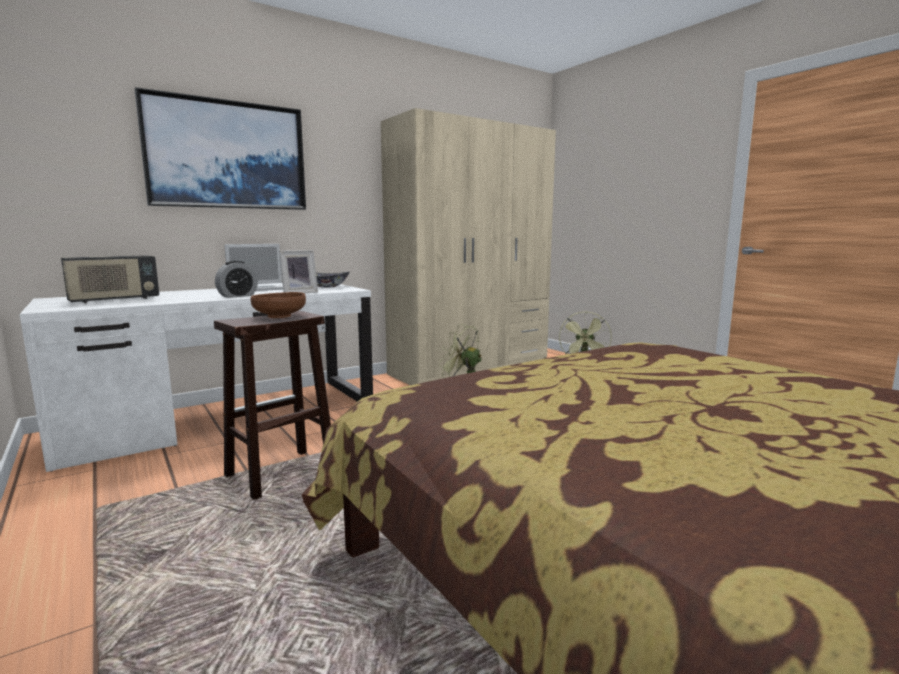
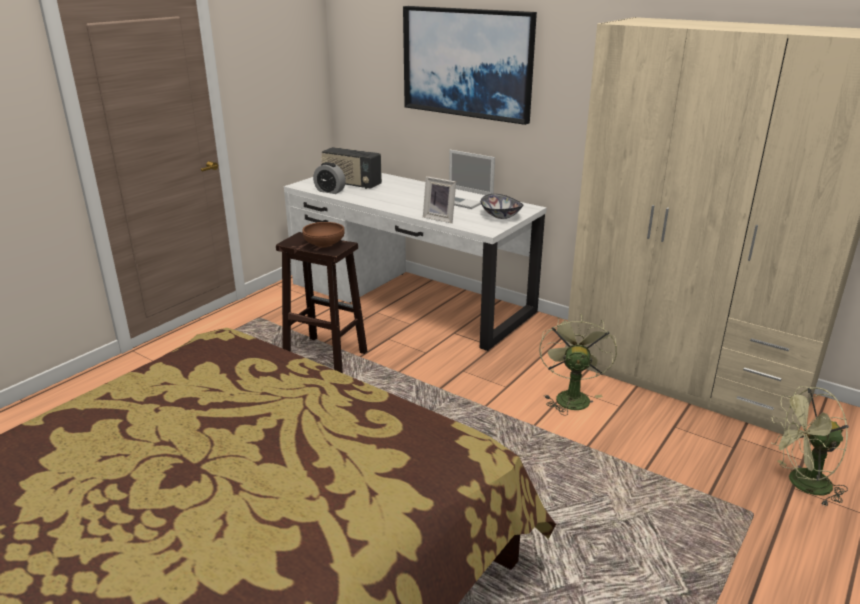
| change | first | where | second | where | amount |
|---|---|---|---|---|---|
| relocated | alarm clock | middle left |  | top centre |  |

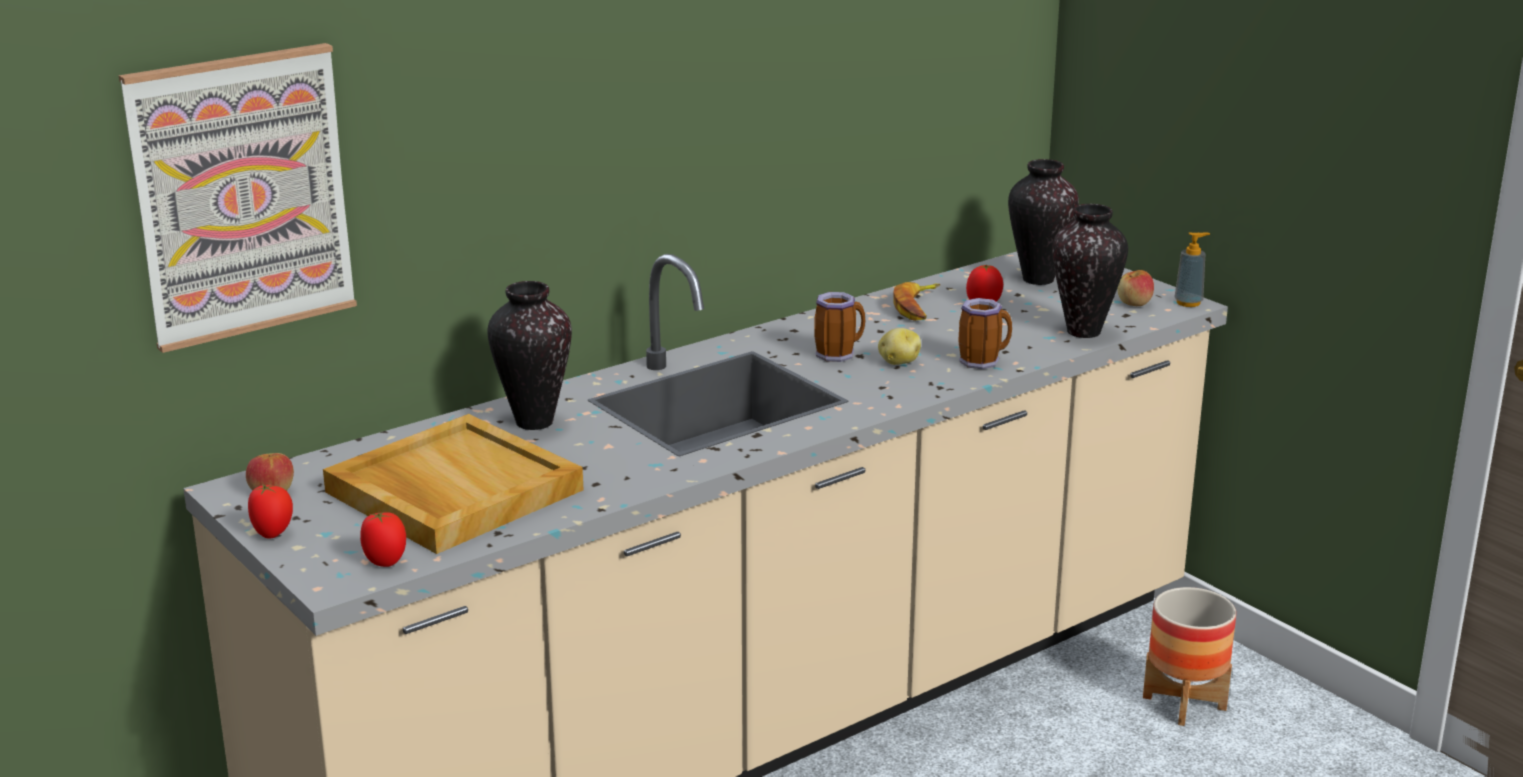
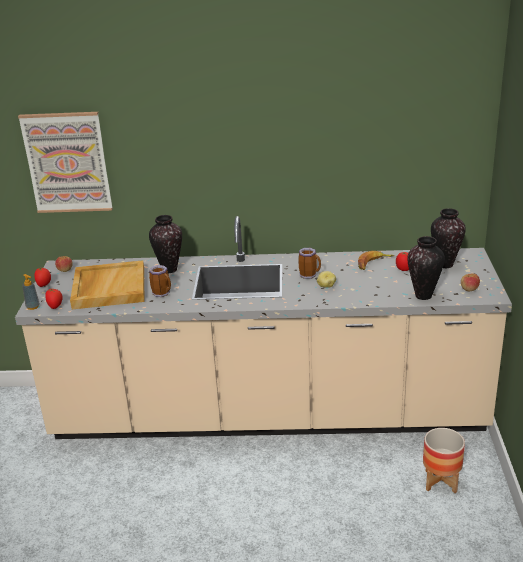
| change | first | where | second | where | amount |
|---|---|---|---|---|---|
| relocated | mug (no. 2 from left in the first image) | centre | mug (no. 1 from left) | middle left |  |
| relocated | soap dispenser | middle right |  | middle left |  |

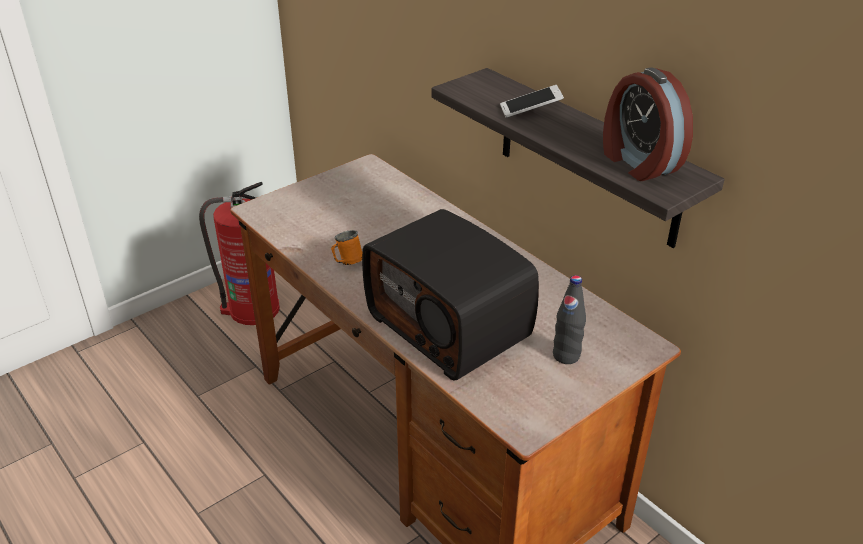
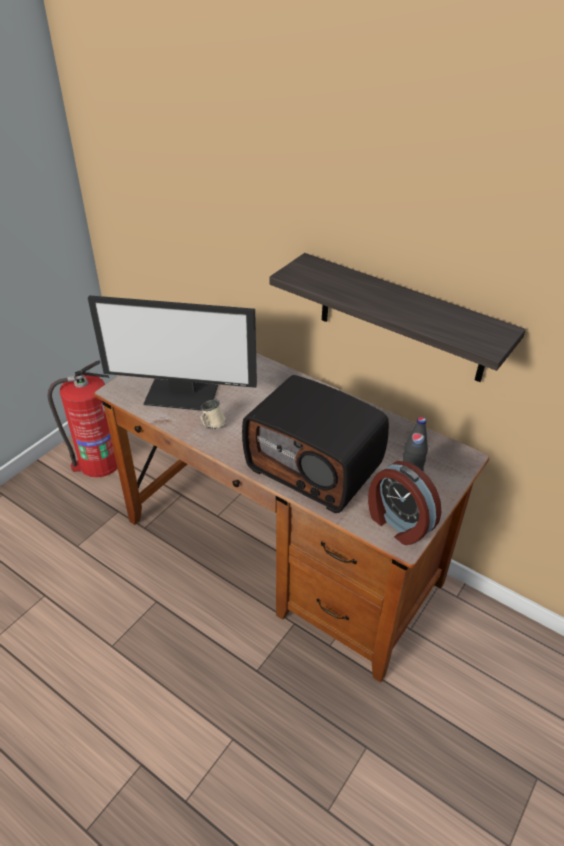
| change | first | where | second | where | amount |
|---|---|---|---|---|---|
| colour | orange mug | centre | beige mug | centre |  |
| missing | phone | top centre |  |  |  |
| relocated | alarm clock | top right |  | middle right |  |
| appeared |  |  | monitor | middle left |  |

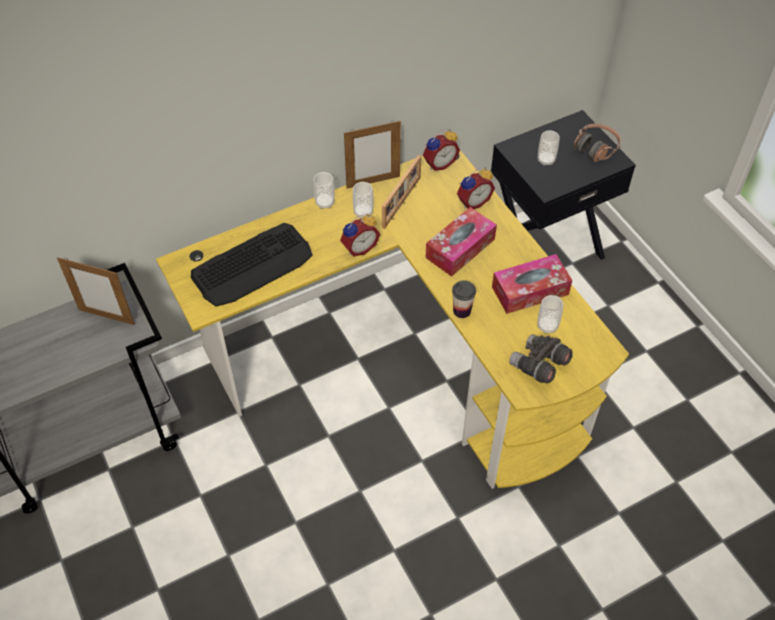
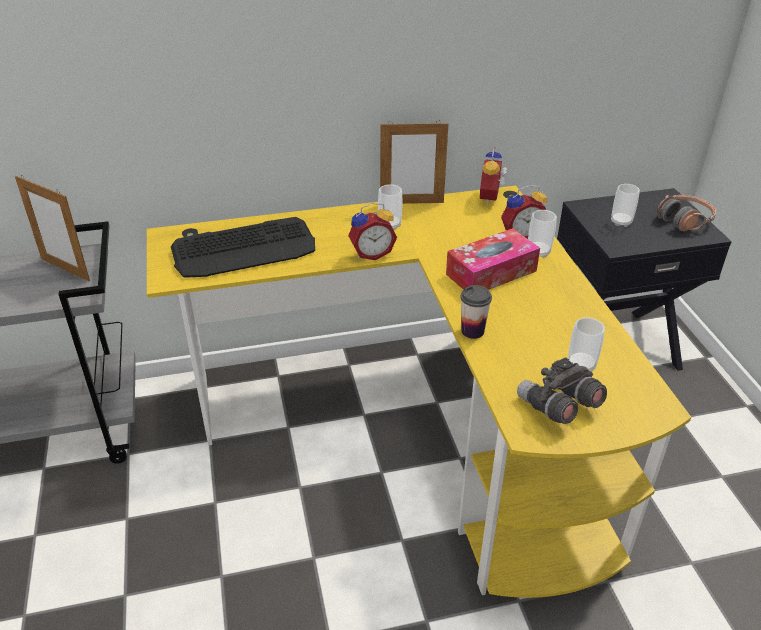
| change | first | where | second | where | amount |
|---|---|---|---|---|---|
| relocated | cup (no. 1 from left in the first image) | top centre | cup (no. 3 from left) | middle right |  |
| missing | picture frame (no. 3 from left) | top centre |  |  |  |
| spun | alarm clock (no. 2 from left) | top centre |  | top centre | 120 degrees clockwise |
| missing | tissue box (no. 2 from left) | middle right |  |  |  |

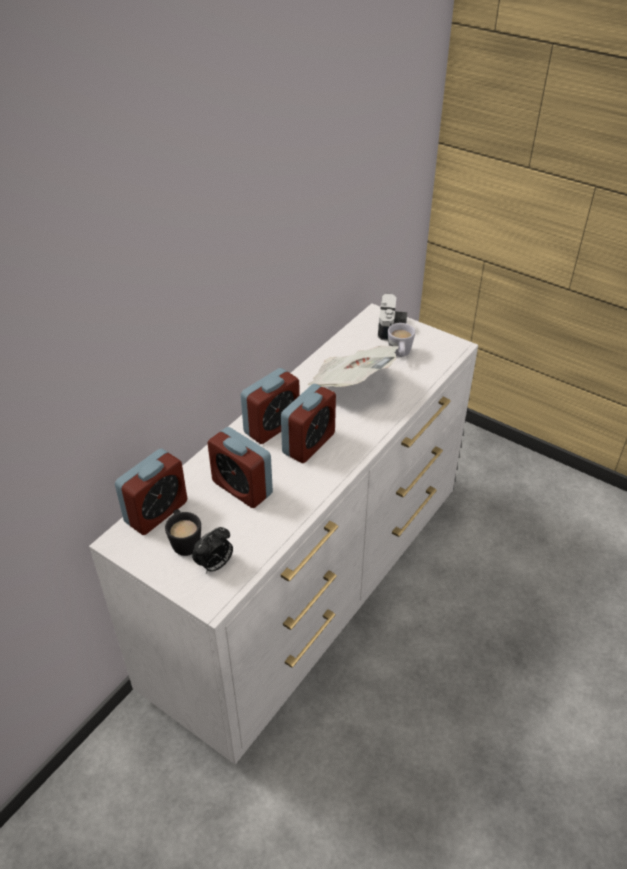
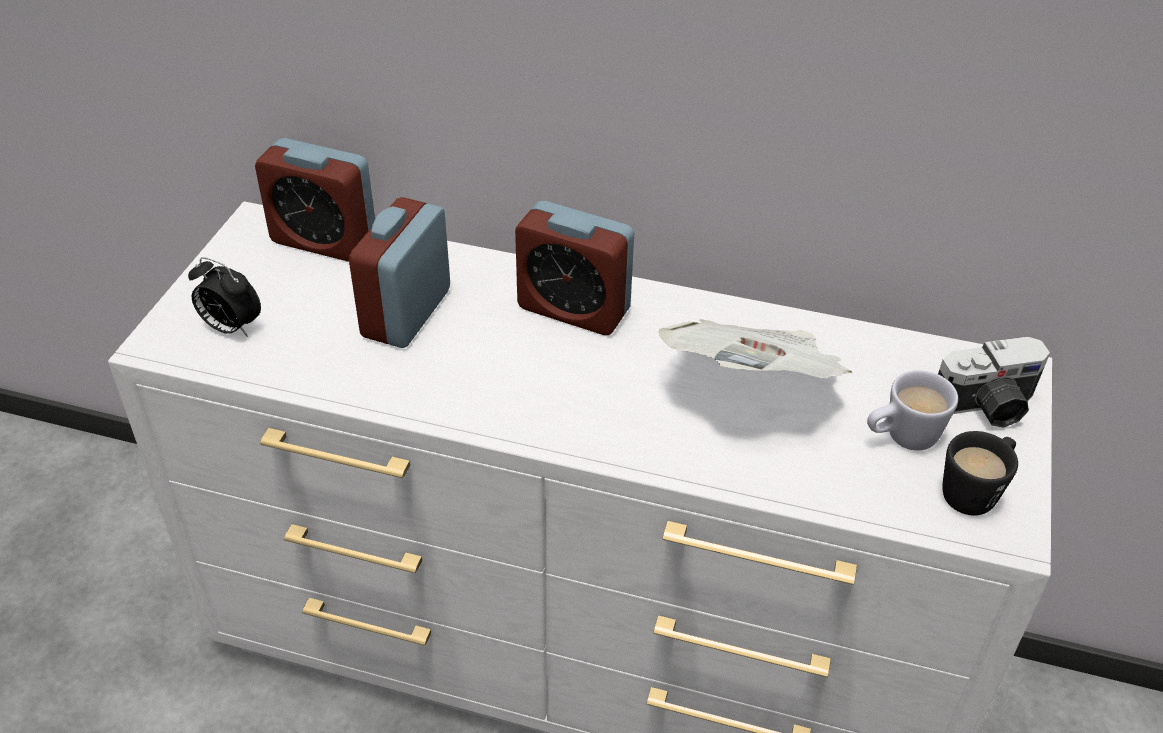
| change | first | where | second | where | amount |
|---|---|---|---|---|---|
| relocated | black mug | middle left |  | middle right |  |
| missing | alarm clock (no. 5 from left) | centre |  |  |  |

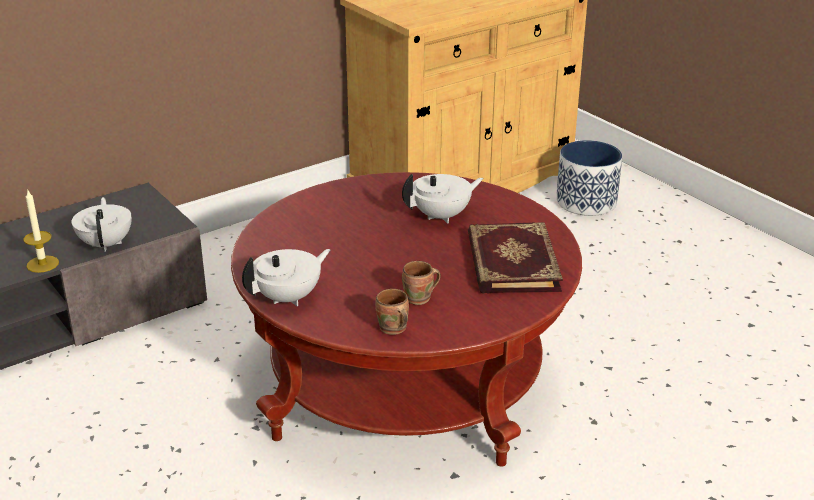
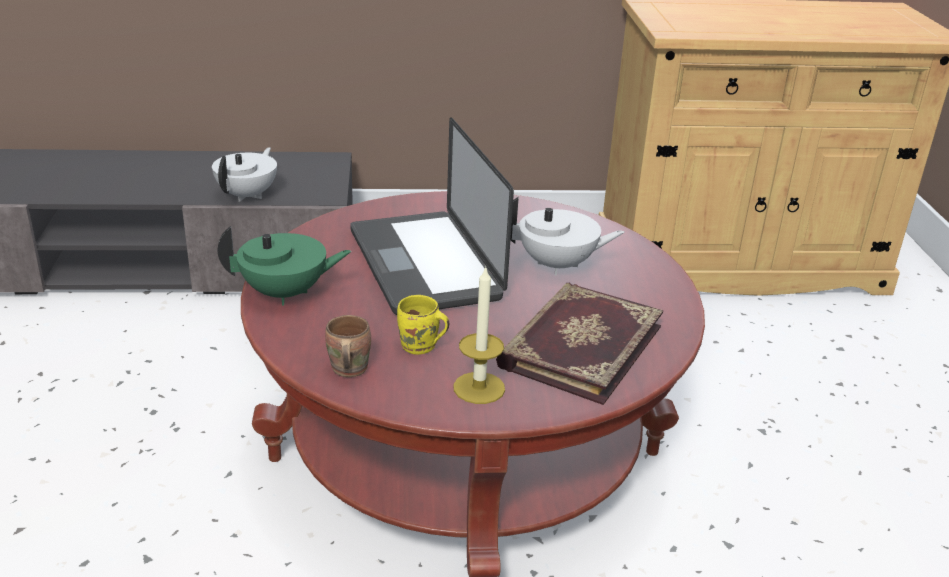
| change | first | where | second | where | amount |
|---|---|---|---|---|---|
| relocated | candle | middle left |  | centre |  |
| colour | white teapot (no. 2 from left) | centre | green teapot | middle left |  |
| colour | brown mug (no. 2 from left) | centre | yellow mug | centre |  |
| missing | planter | middle right |  |  |  |
| appeared |  |  | laptop | centre |  |

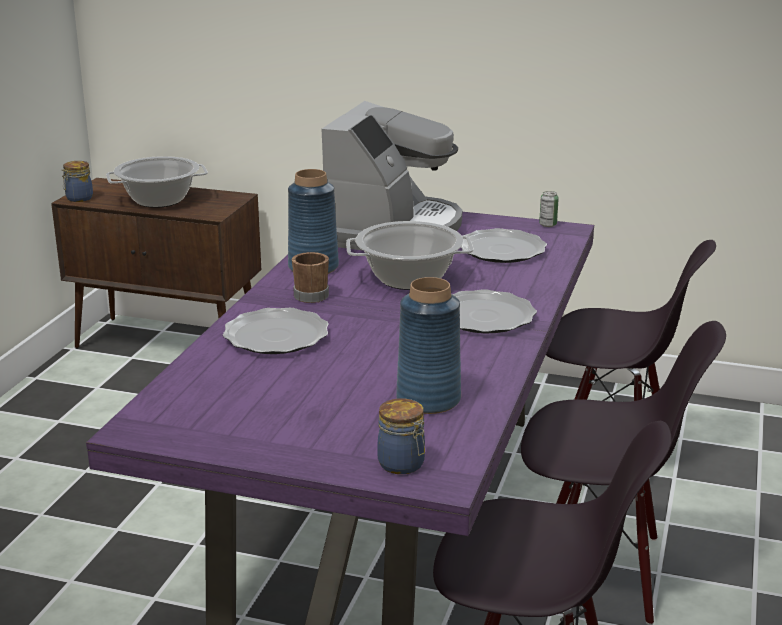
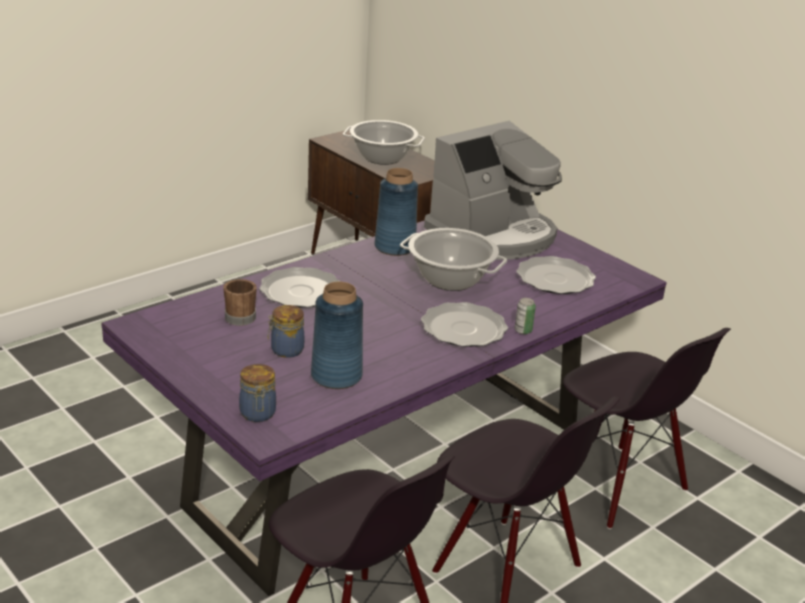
| change | first | where | second | where | amount |
|---|---|---|---|---|---|
| relocated | jar (no. 1 from left in the first image) | top left | jar (no. 2 from left) | centre |  |
| relocated | brown mug | centre |  | middle left |  |
| relocated | can | middle right |  | centre |  |

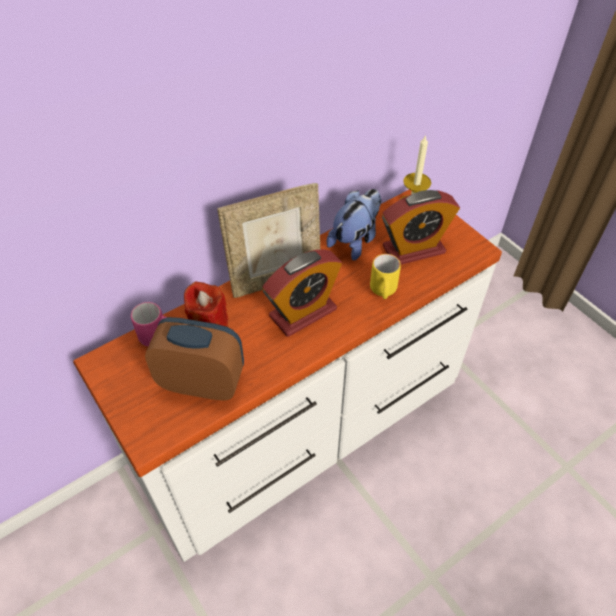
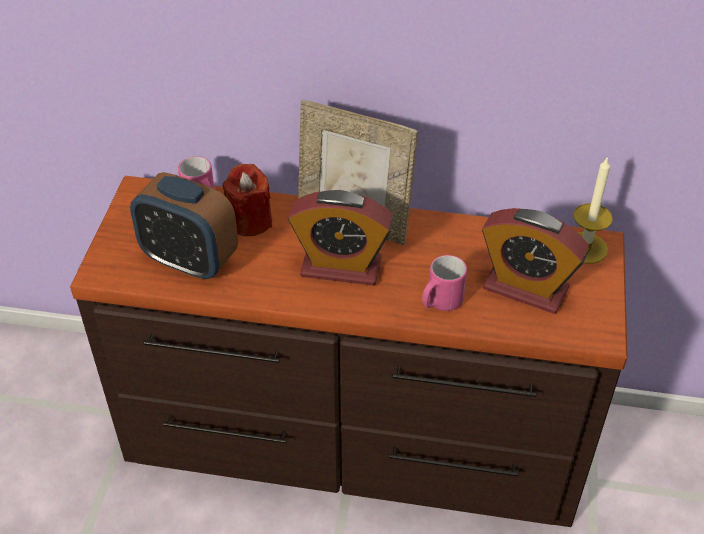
| change | first | where | second | where | amount |
|---|---|---|---|---|---|
| colour | white dresser | centre | brown dresser | centre |  |
| spun | alarm clock (no. 1 from left) | middle left |  | middle left | 150 degrees clockwise |
| missing | plush toy | centre |  |  |  |
| colour | yellow mug | centre | pink mug (no. 2 from left) | centre |  |

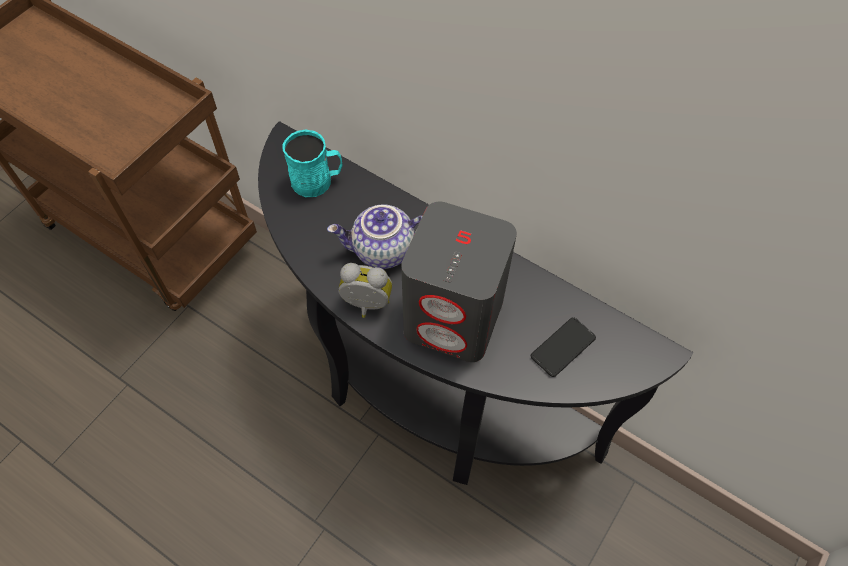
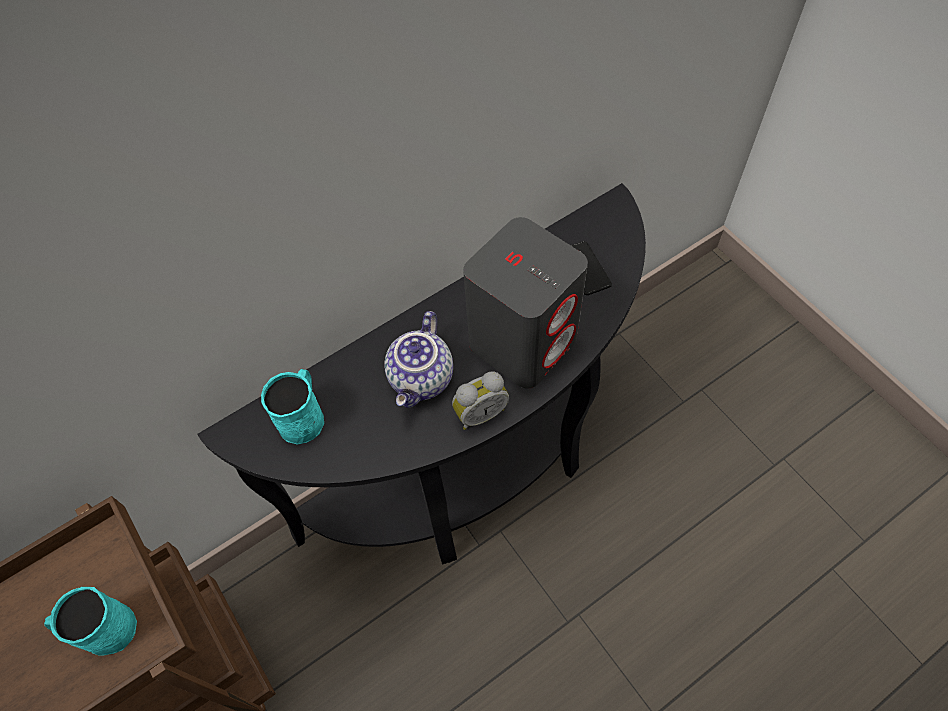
| change | first | where | second | where | amount |
|---|---|---|---|---|---|
| spun | alarm clock | centre |  | centre | 150 degrees counterclockwise |
| appeared |  |  | turquoise mug (no. 1 from left) | bottom left |  |

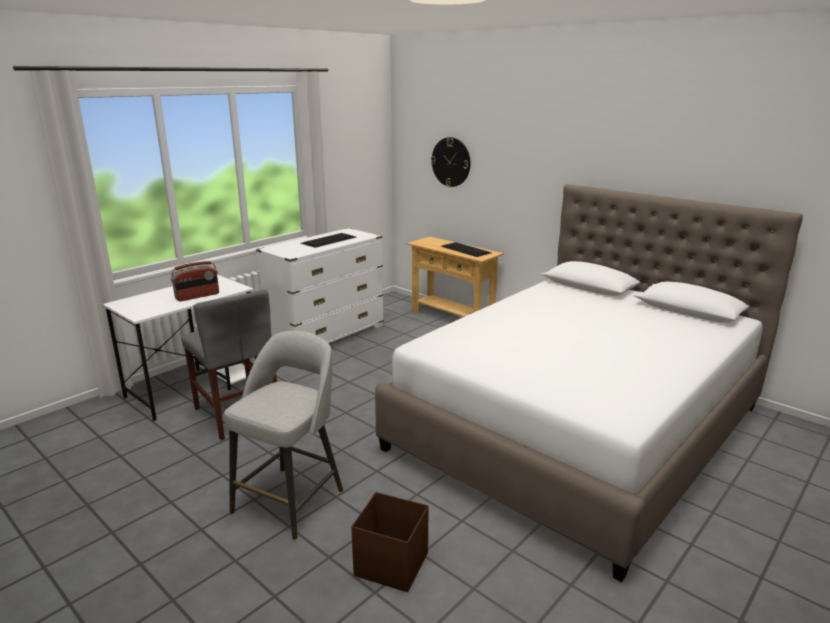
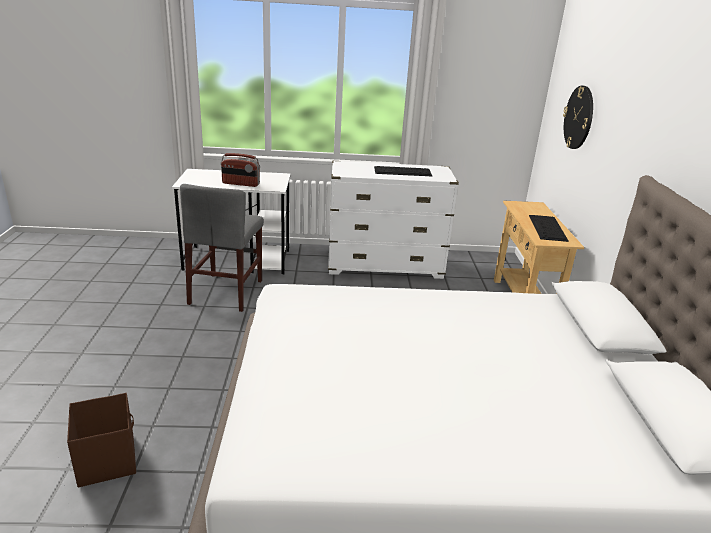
| change | first | where | second | where | amount |
|---|---|---|---|---|---|
| missing | grey stool | bottom centre |  |  |  |

